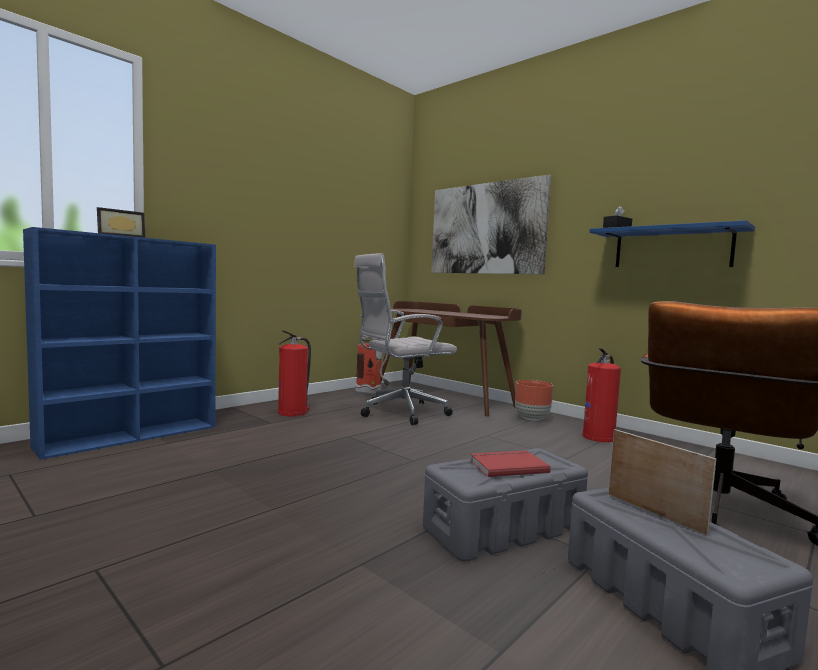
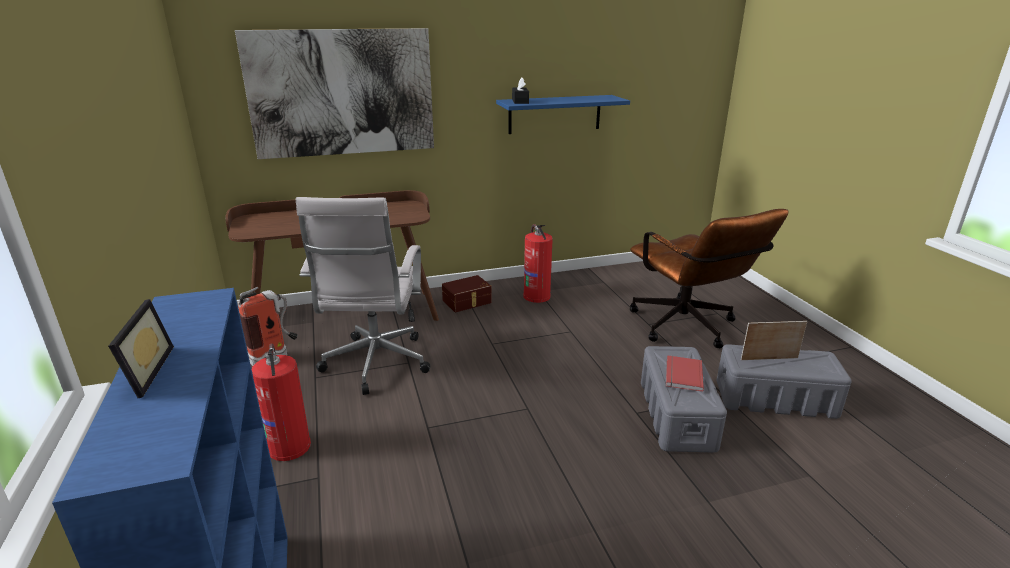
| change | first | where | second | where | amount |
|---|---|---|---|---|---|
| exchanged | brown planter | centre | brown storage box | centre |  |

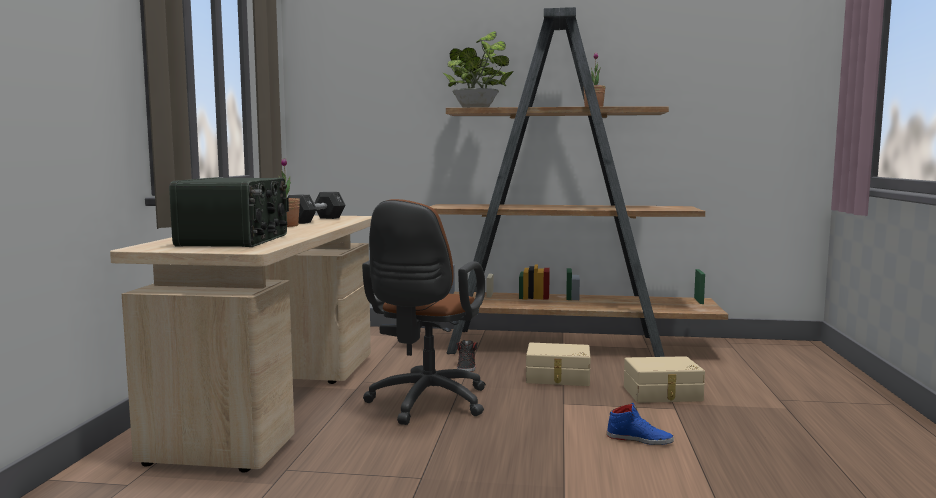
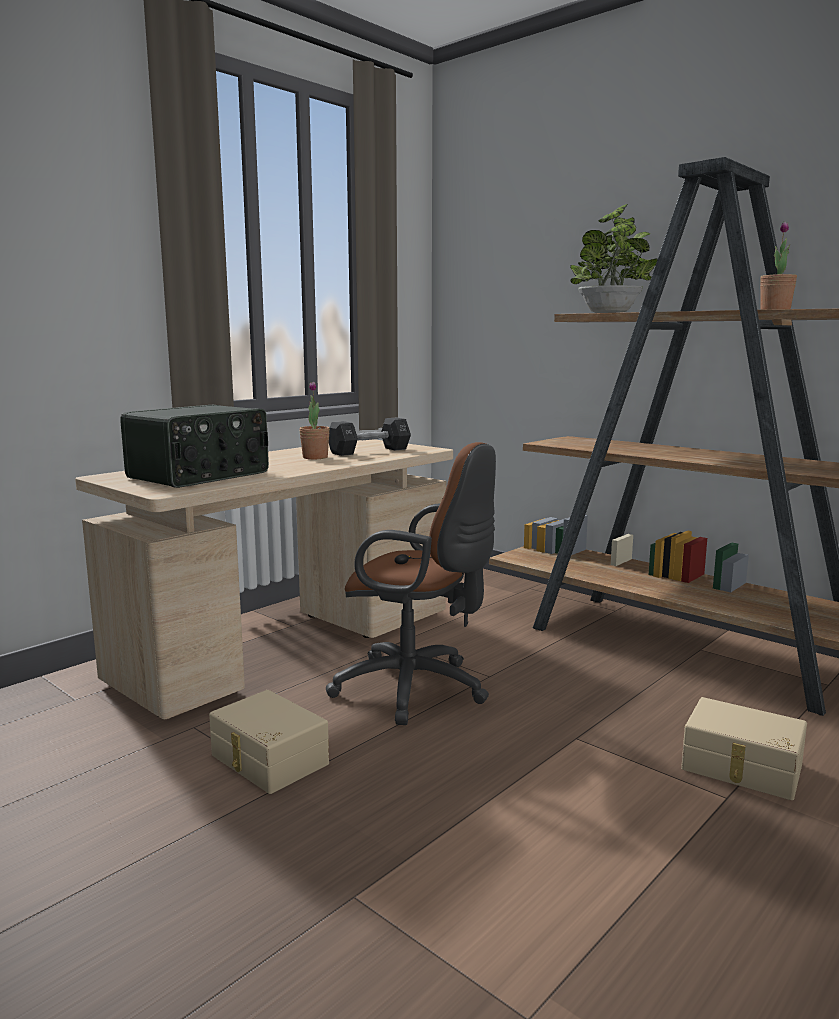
| change | first | where | second | where | amount |
|---|---|---|---|---|---|
| spun | brown office chair | centre |  | centre | 120 degrees counterclockwise |
| missing | black shoe | bottom centre |  |  |  |
| relocated | beige storage box (no. 1 from left) | bottom centre |  | bottom left |  |
| missing | blue shoe | bottom right |  |  |  |

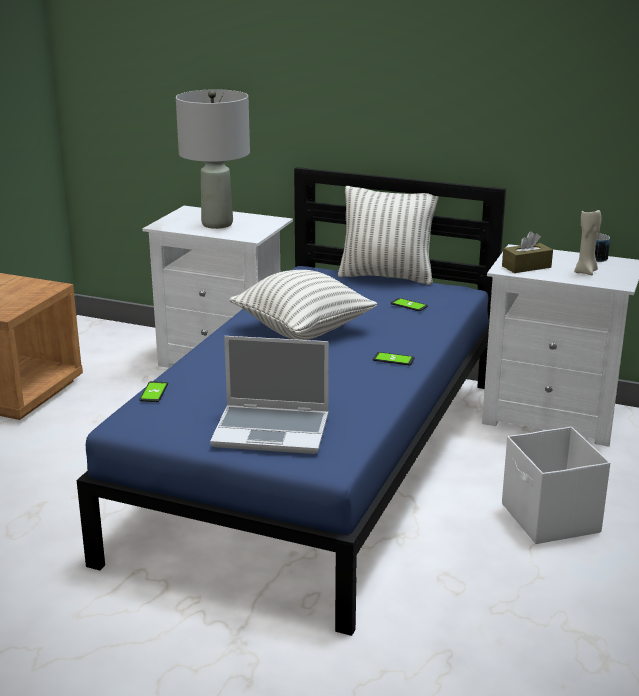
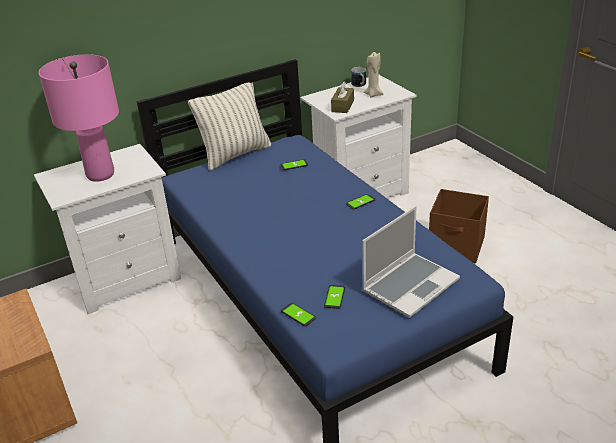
| change | first | where | second | where | amount |
|---|---|---|---|---|---|
| colour | grey table lamp | top centre | pink table lamp | top left |  |
| missing | pillow (no. 1 from left) | centre |  |  |  |
| colour | white storage box | bottom right | brown storage box | middle right |  |
| appeared |  |  | phone (no. 3 from left) | bottom centre |  |

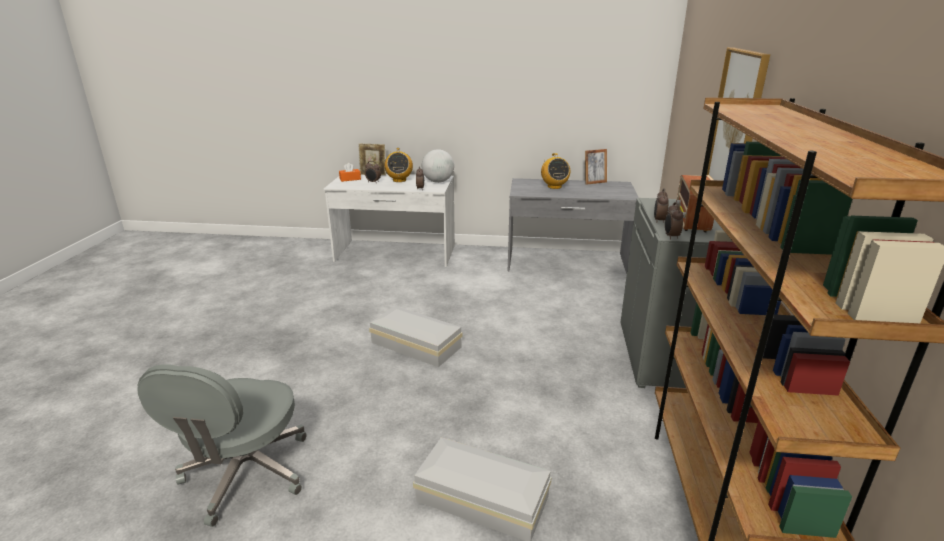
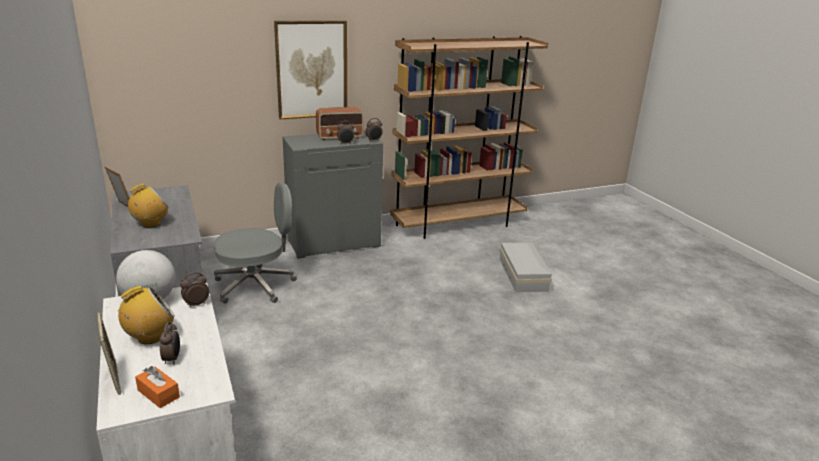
| change | first | where | second | where | amount |
|---|---|---|---|---|---|
| relocated | grey office chair | bottom left |  | middle left |  |
| missing | white storage box (no. 1 from left) | centre |  |  |  |

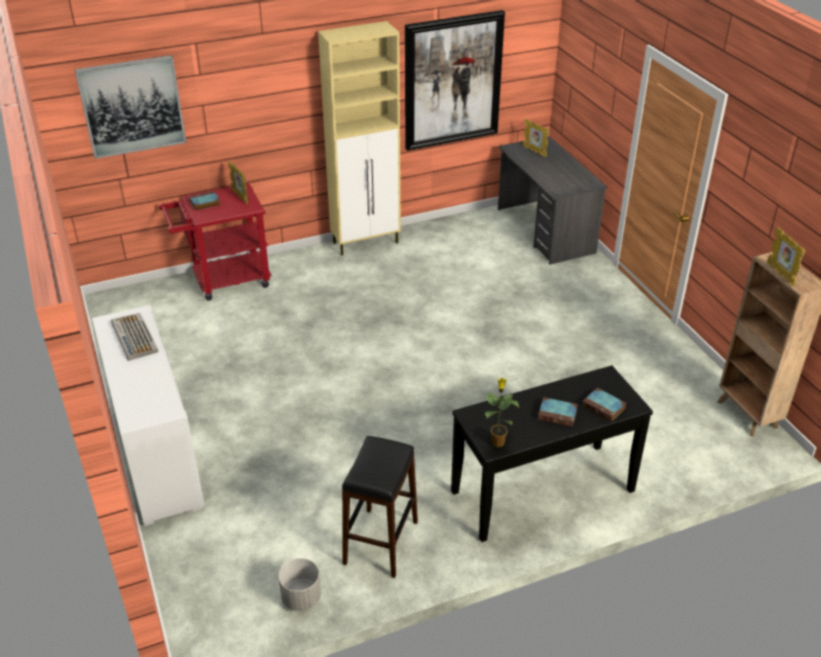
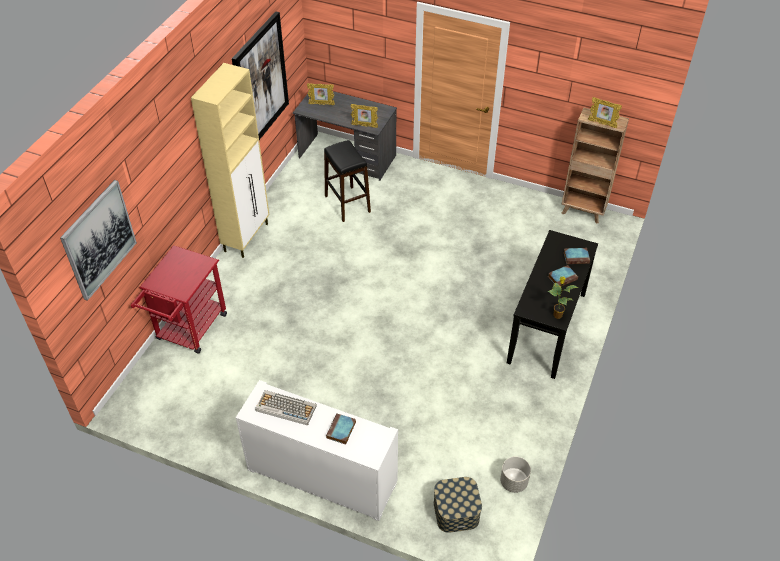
| change | first | where | second | where | amount |
|---|---|---|---|---|---|
| relocated | book (no. 1 from left) | top left |  | bottom centre |  |
| relocated | picture frame (no. 1 from left in the first image) | top left | picture frame (no. 2 from left) | top centre |  |
| relocated | black stool | bottom centre |  | top centre |  |
| appeared |  |  | storage box | bottom centre |  |

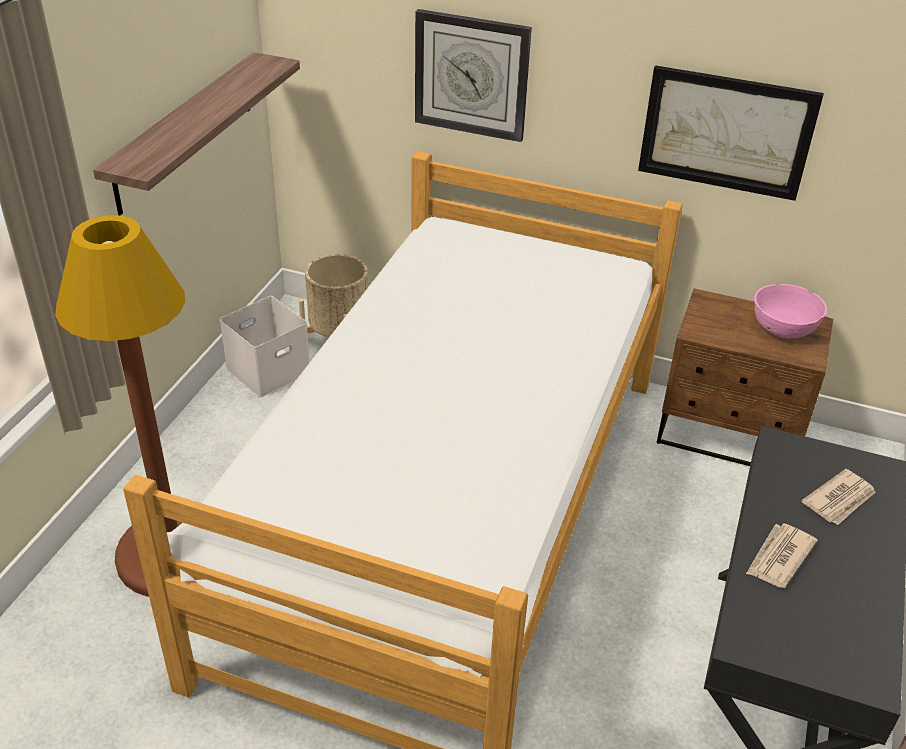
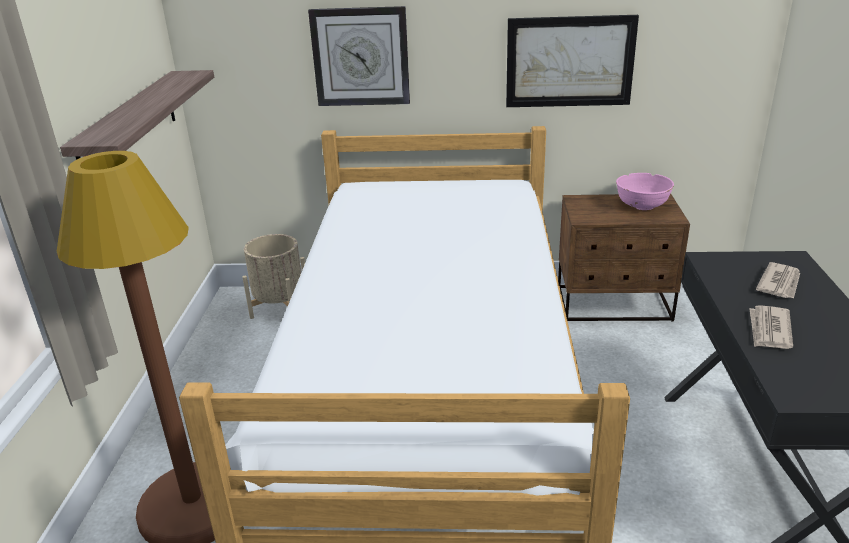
| change | first | where | second | where | amount |
|---|---|---|---|---|---|
| missing | white storage box | middle left |  |  |  |

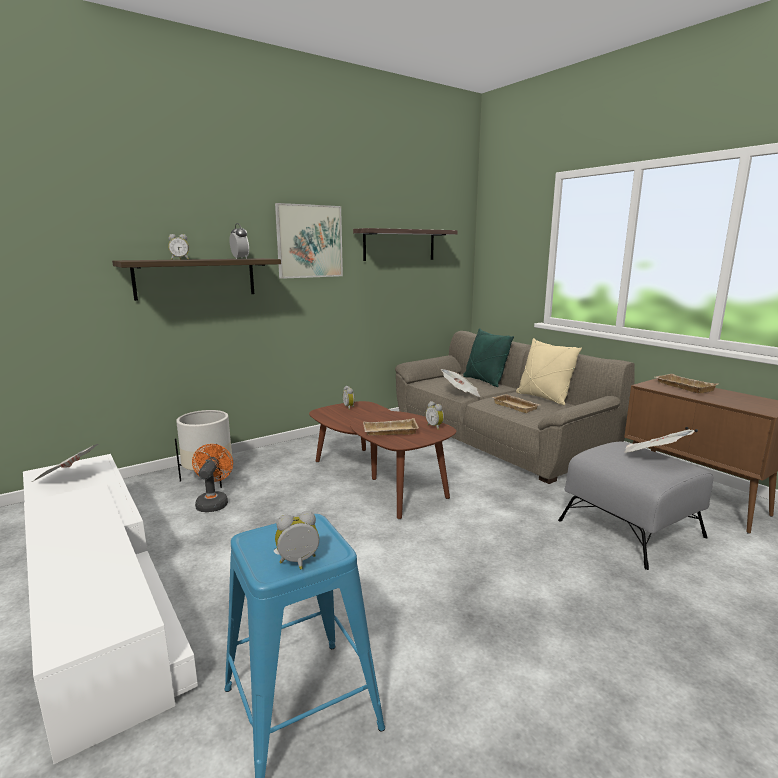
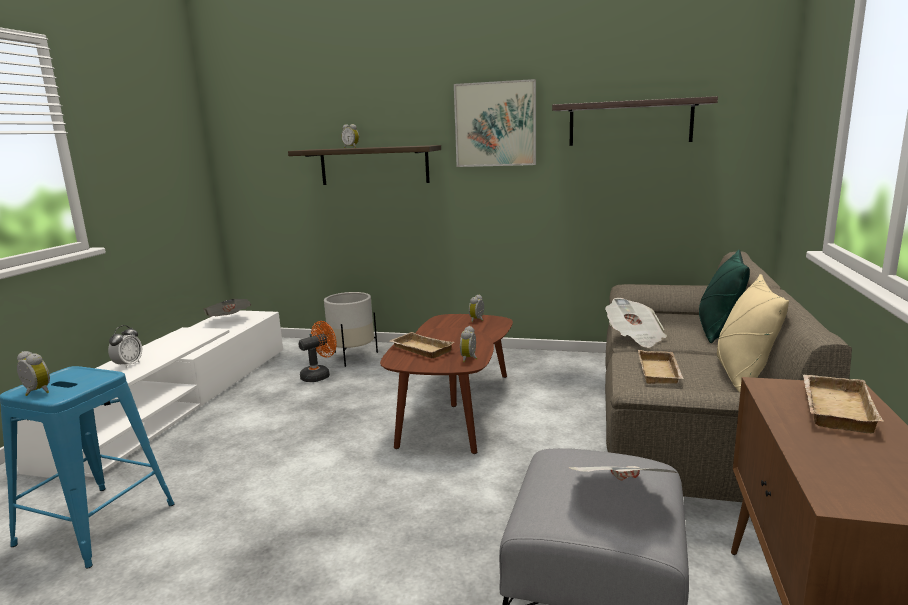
| change | first | where | second | where | amount |
|---|---|---|---|---|---|
| relocated | alarm clock (no. 2 from left) | top left |  | middle left |  |

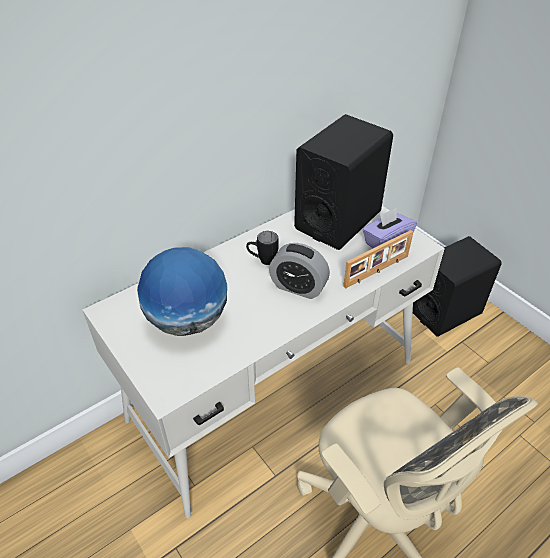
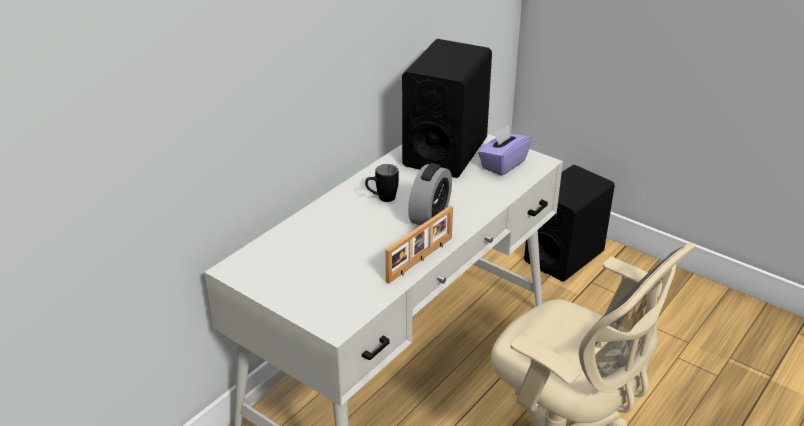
| change | first | where | second | where | amount |
|---|---|---|---|---|---|
| missing | globe | middle left |  |  |  |
| spun | alarm clock | centre |  | centre | 75 degrees counterclockwise |
| relocated | picture frame | middle right |  | centre |  |

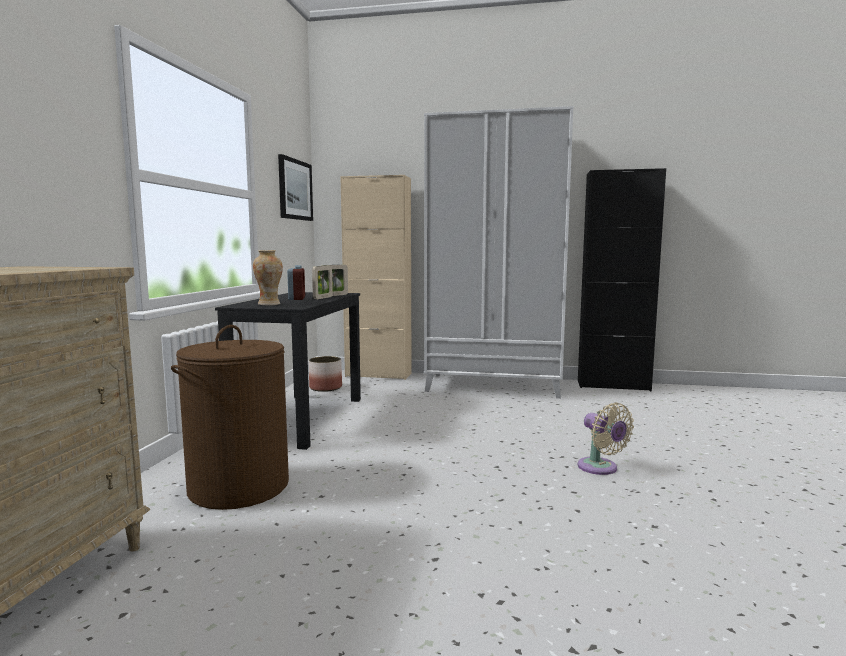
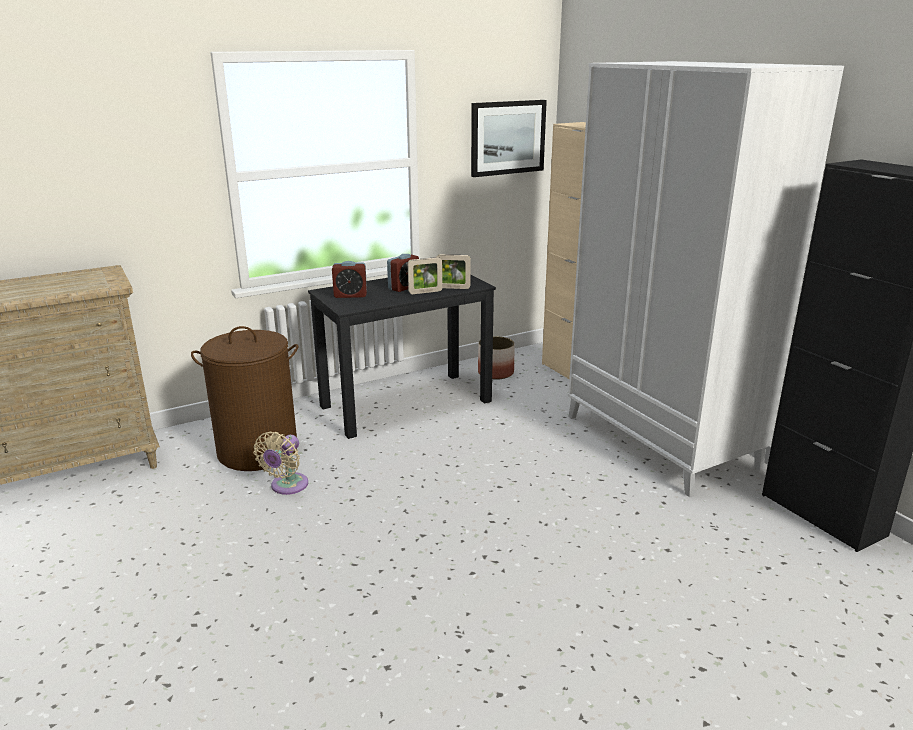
| change | first | where | second | where | amount |
|---|---|---|---|---|---|
| exchanged | vase | middle left | alarm clock (no. 1 from left) | centre |  |
| relocated | beige fan | bottom right |  | middle left |  |

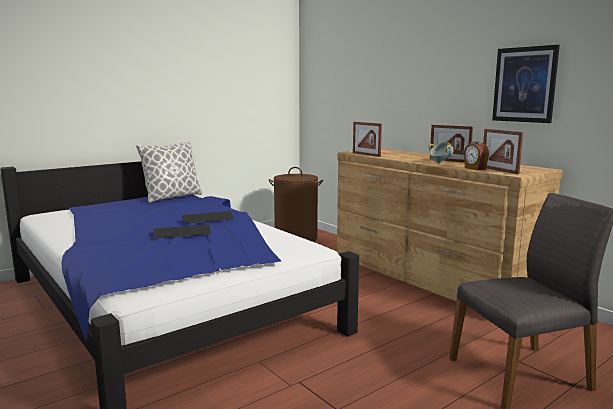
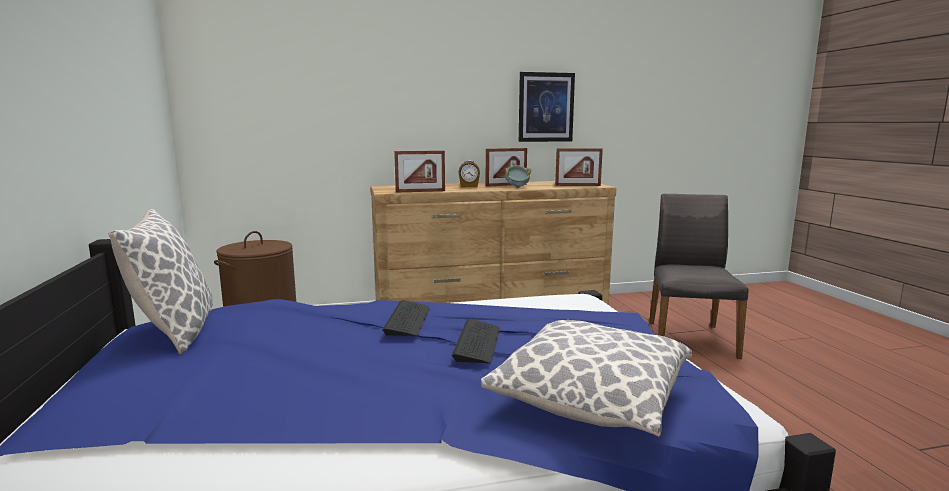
| change | first | where | second | where | amount |
|---|---|---|---|---|---|
| relocated | alarm clock | middle right |  | centre |  |
| appeared |  |  | pillow (no. 2 from left) | bottom centre |  |

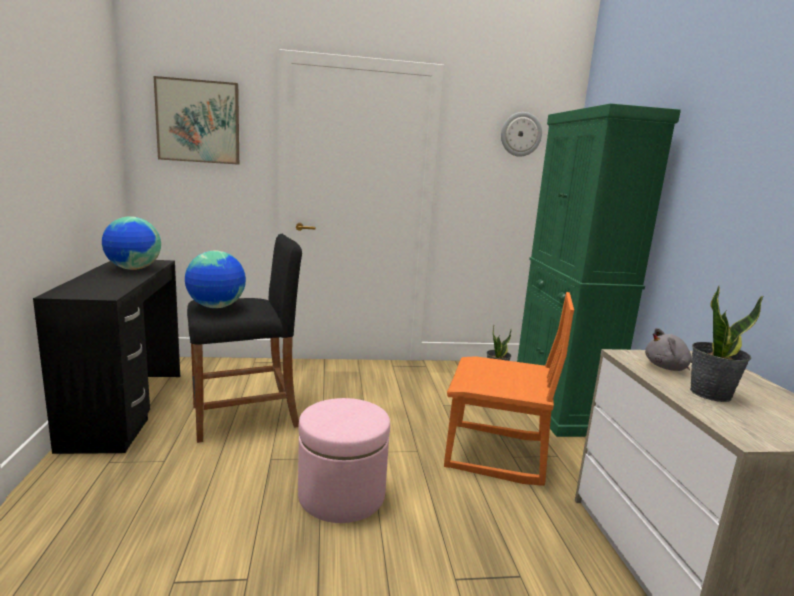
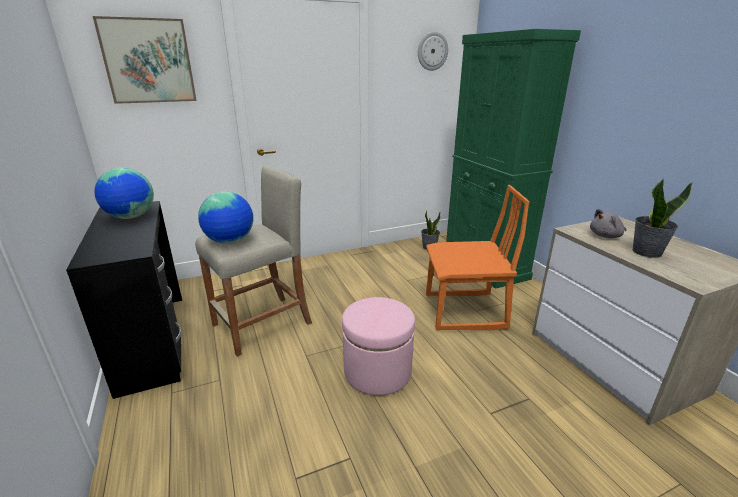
| change | first | where | second | where | amount |
|---|---|---|---|---|---|
| colour | black stool | middle left | beige stool | centre |  |

